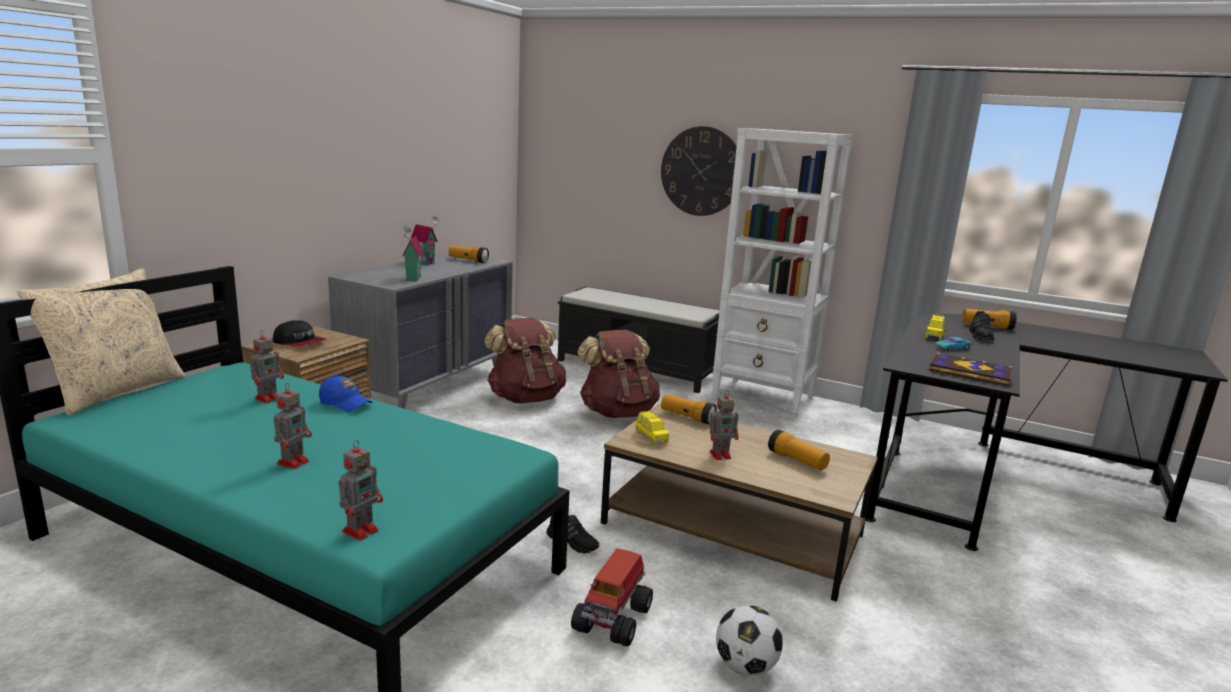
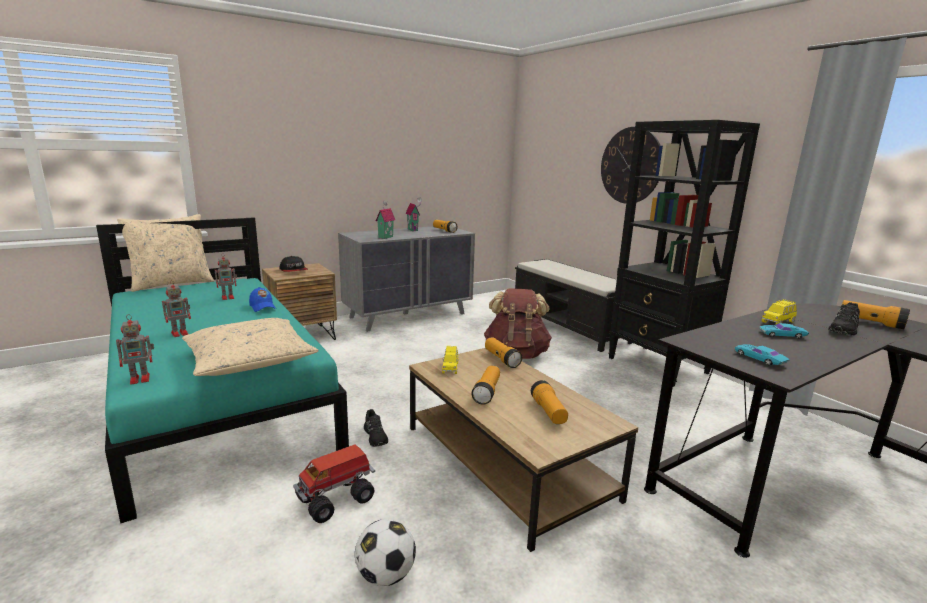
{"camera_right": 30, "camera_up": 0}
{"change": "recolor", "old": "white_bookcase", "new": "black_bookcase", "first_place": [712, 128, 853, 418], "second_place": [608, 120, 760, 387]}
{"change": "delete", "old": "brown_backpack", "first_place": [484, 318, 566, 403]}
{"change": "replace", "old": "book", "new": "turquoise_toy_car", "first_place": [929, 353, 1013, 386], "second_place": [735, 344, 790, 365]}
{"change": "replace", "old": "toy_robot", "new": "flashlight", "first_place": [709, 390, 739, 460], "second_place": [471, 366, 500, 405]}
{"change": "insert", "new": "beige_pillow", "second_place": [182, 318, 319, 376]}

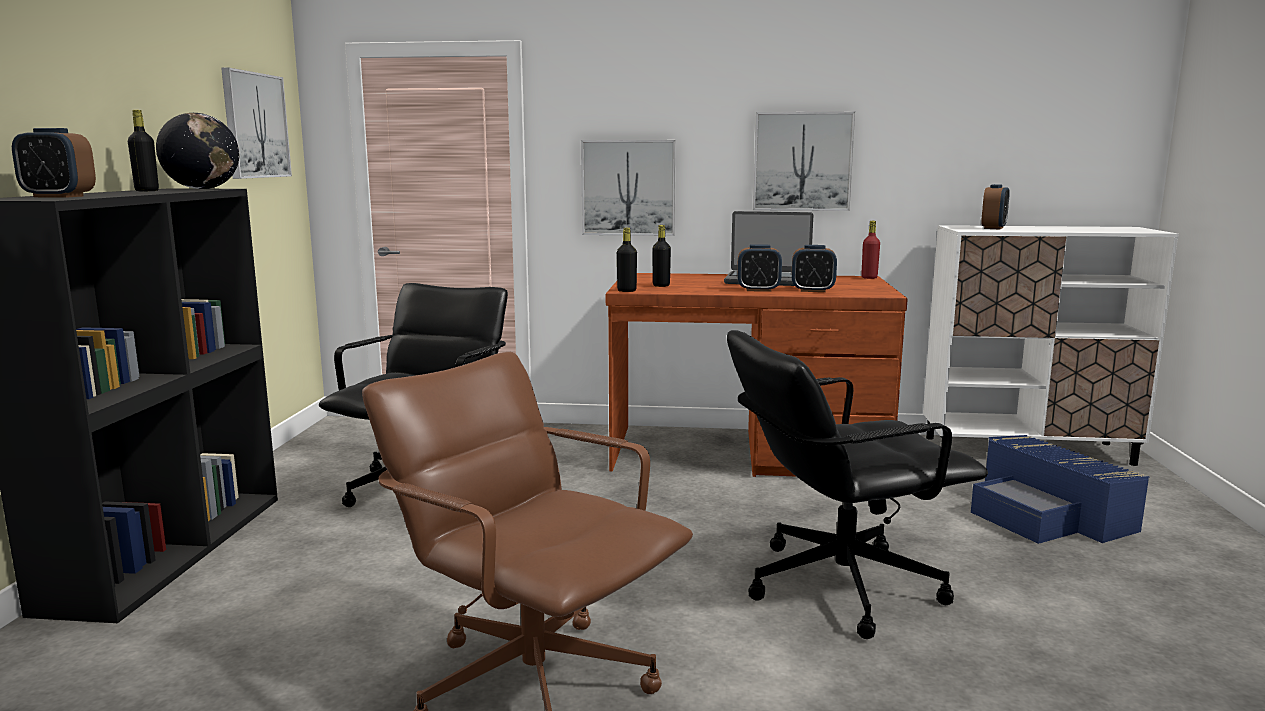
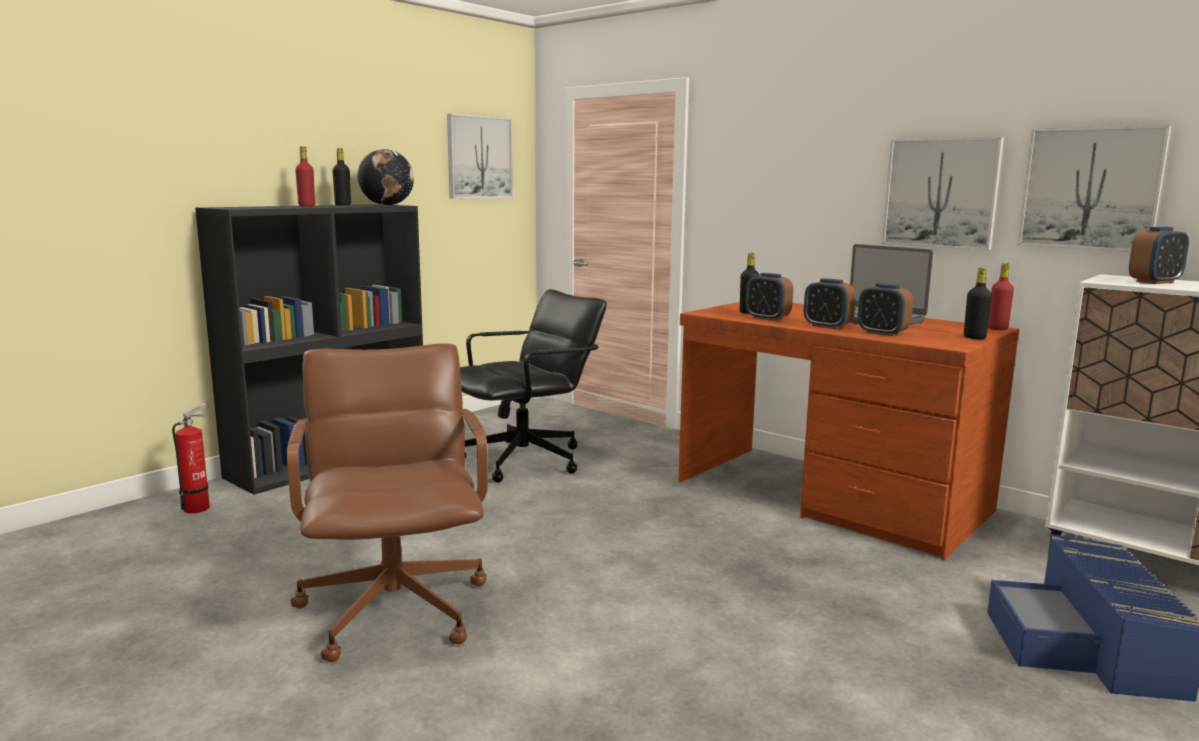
{"camera_right": 35, "camera_up": 0}
{"change": "move", "old": "alarm_clock", "first_place": [12, 128, 96, 198], "second_place": [745, 273, 793, 321]}
{"change": "move", "old": "picture", "first_place": [581, 140, 676, 236], "second_place": [1018, 125, 1171, 252]}
{"change": "move", "old": "black_bottle", "first_place": [617, 228, 637, 292], "second_place": [964, 268, 992, 339]}
{"change": "delete", "old": "black_office_chair", "first_place": [727, 330, 988, 639]}
{"change": "insert", "new": "red_bottle", "second_place": [295, 146, 315, 207]}
{"change": "insert", "new": "fire_extinguisher", "second_place": [172, 403, 210, 513]}

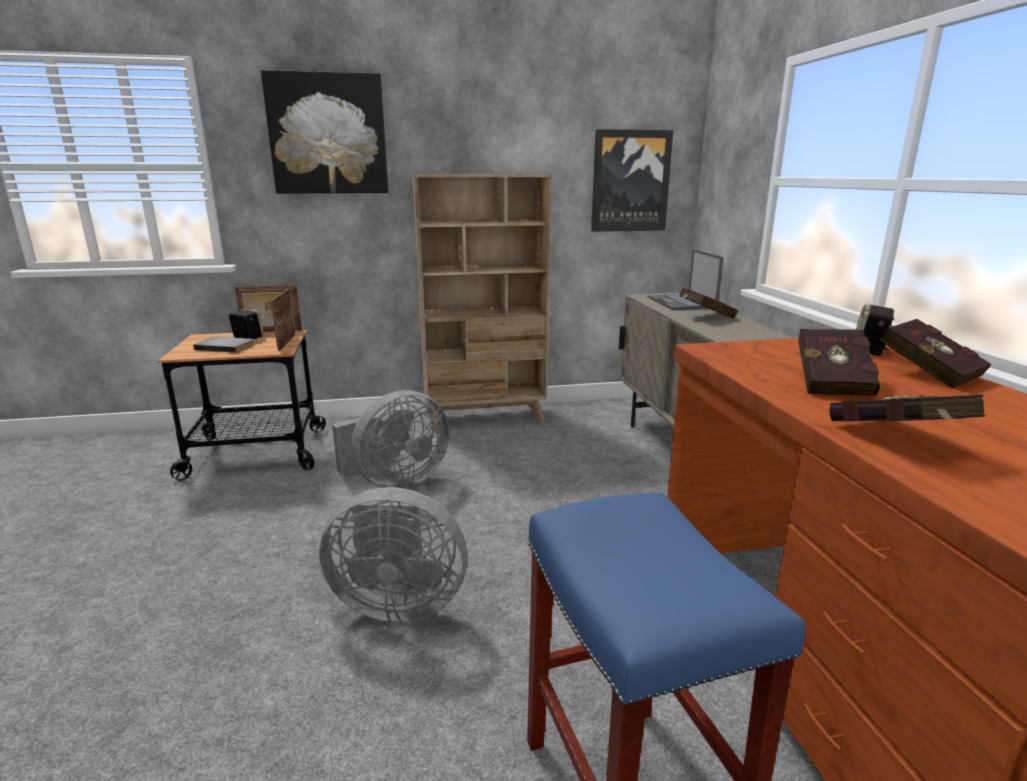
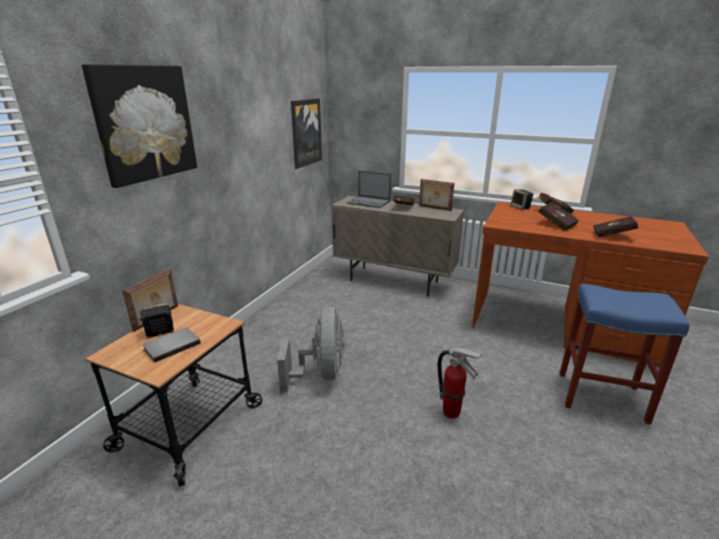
{"camera_right": -55, "camera_up": 5}
{"change": "delete", "old": "beige_bookcase", "first_place": [413, 174, 552, 430]}
{"change": "move", "old": "picture_frame", "first_place": [271, 288, 295, 351], "second_place": [419, 179, 454, 211]}
{"change": "replace", "old": "grey_fan", "new": "fire_extinguisher", "first_place": [319, 487, 467, 622], "second_place": [437, 348, 482, 419]}

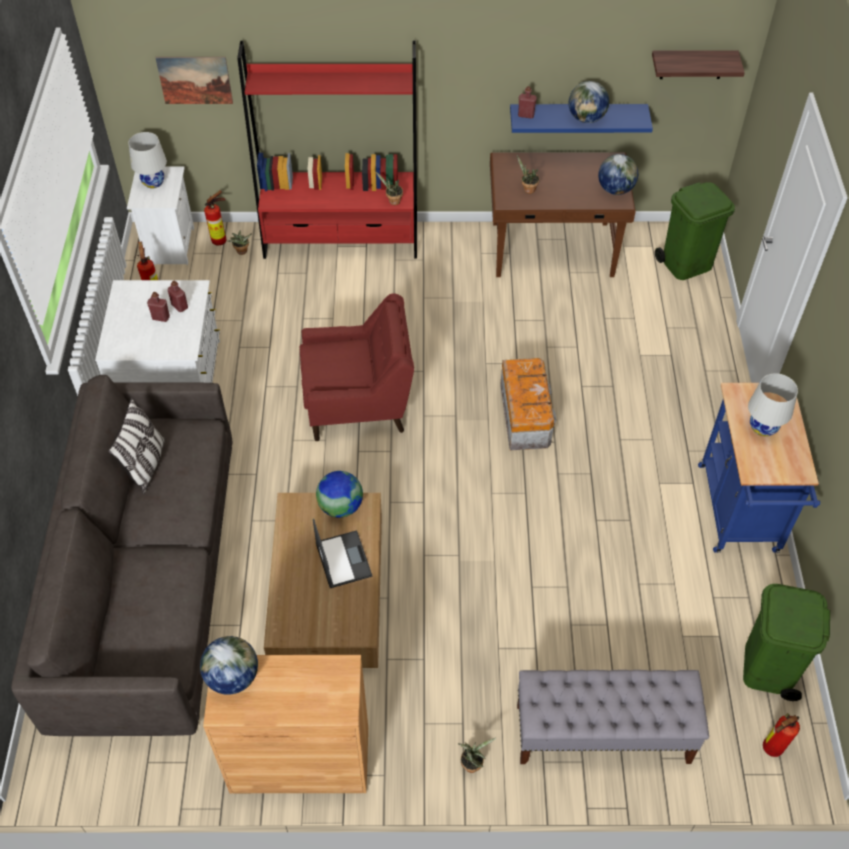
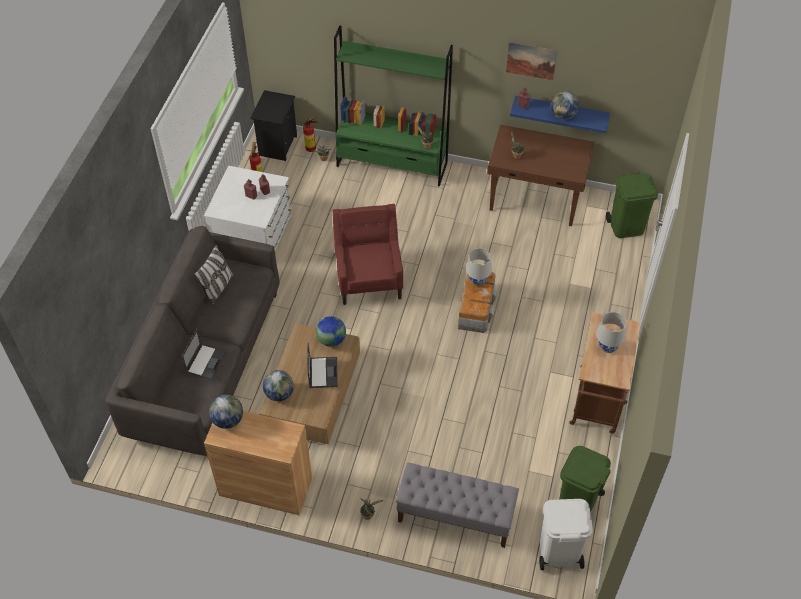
{"camera_right": 15, "camera_up": 0}
{"change": "recolor", "old": "red_bookcase", "new": "green_bookcase", "first_place": [237, 40, 417, 259], "second_place": [334, 26, 453, 187]}
{"change": "delete", "old": "shelf", "first_place": [652, 51, 745, 79]}
{"change": "move", "old": "picture", "first_place": [155, 57, 233, 104], "second_place": [506, 42, 557, 80]}
{"change": "move", "old": "white_table_lamp", "first_place": [128, 132, 167, 188], "second_place": [466, 248, 492, 286]}
{"change": "move", "old": "globe", "first_place": [598, 154, 638, 195], "second_place": [263, 370, 294, 401]}
{"change": "recolor", "old": "white_nightstand", "new": "black_nightstand", "first_place": [127, 166, 194, 265], "second_place": [251, 90, 297, 162]}
{"change": "rotate", "old": "red_armchair", "first_place": [300, 293, 414, 441], "second_place": [333, 204, 403, 305], "degrees": -105}
{"change": "recolor", "old": "blue_cart", "new": "brown_cart", "first_place": [698, 383, 820, 553], "second_place": [569, 312, 641, 434]}
{"change": "replace", "old": "fire_extinguisher", "new": "white_trash_can", "first_place": [763, 713, 800, 757], "second_place": [539, 499, 593, 570]}
{"change": "insert", "new": "laptop", "second_place": [181, 328, 227, 380]}

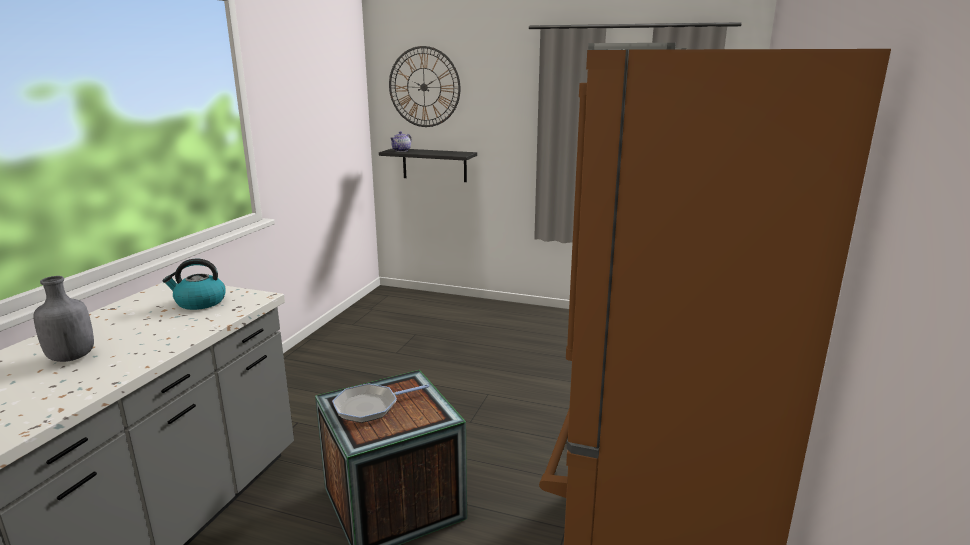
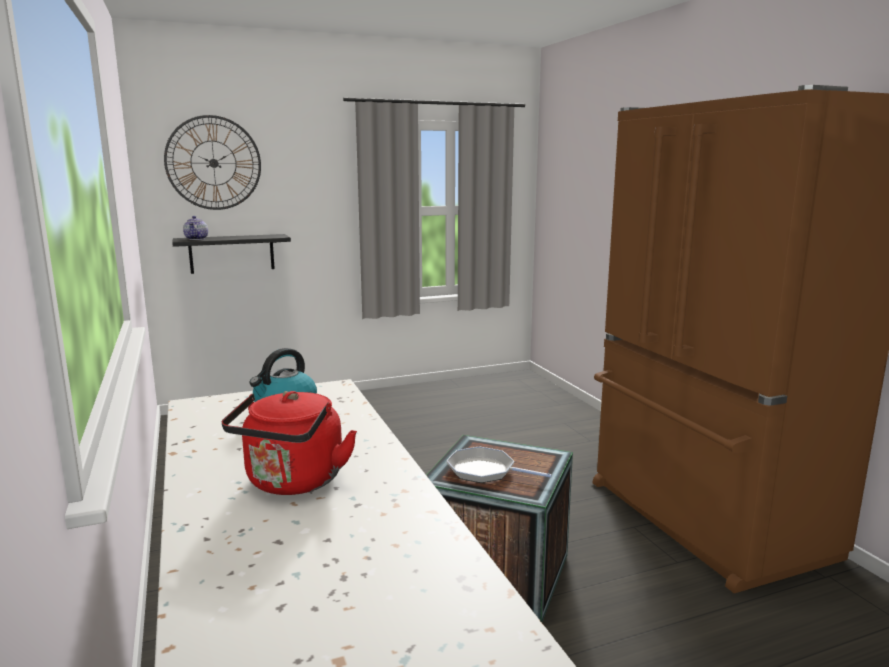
{"camera_right": -40, "camera_up": -5}
{"change": "replace", "old": "grey_bottle", "new": "red_kettle", "first_place": [33, 276, 94, 362], "second_place": [222, 391, 357, 495]}
{"change": "rotate", "old": "frying_pan", "first_place": [332, 383, 429, 423], "second_place": [446, 446, 552, 483], "degrees": 90}

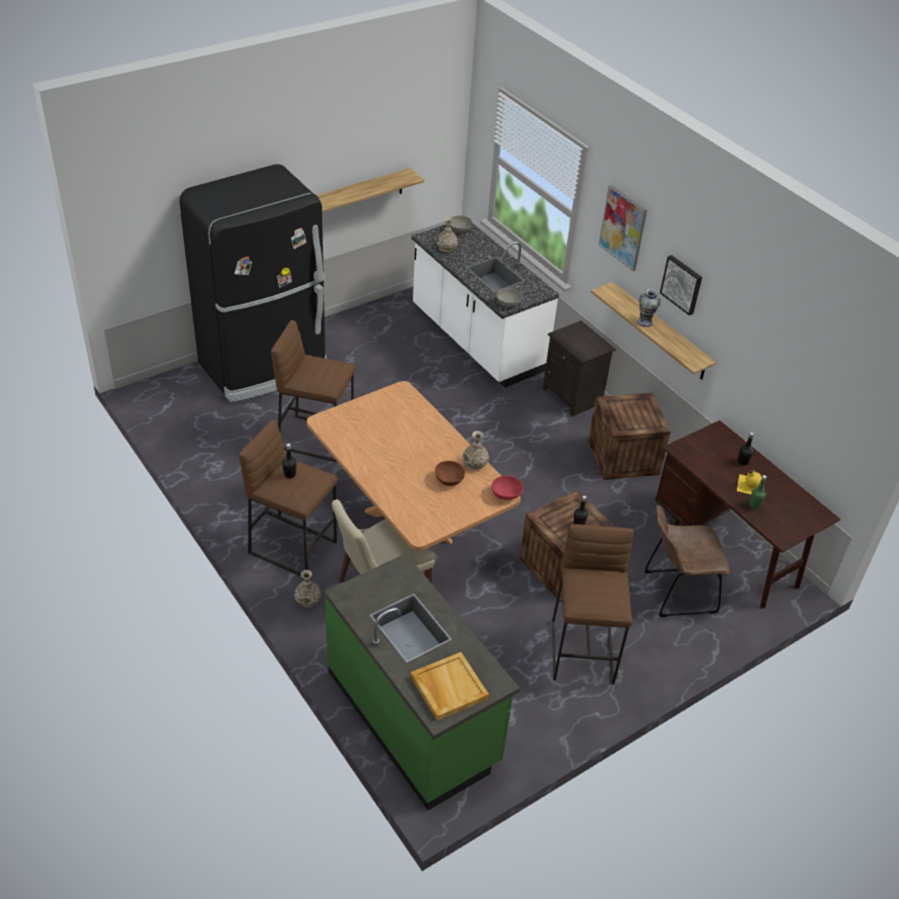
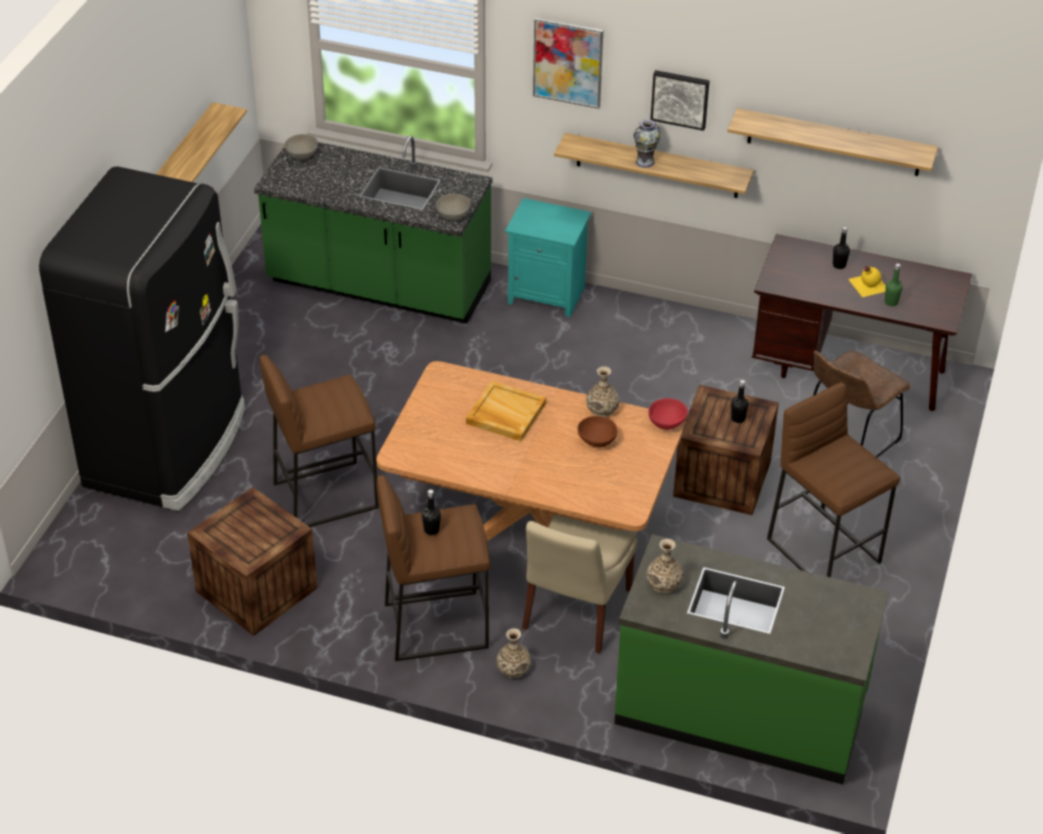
{"camera_right": -35, "camera_up": 0}
{"change": "move", "old": "vase", "first_place": [436, 218, 458, 252], "second_place": [646, 539, 684, 593]}
{"change": "recolor", "old": "white_counter", "new": "green_counter", "first_place": [411, 224, 559, 388], "second_place": [254, 136, 492, 324]}
{"change": "recolor", "old": "black_nightstand", "new": "turquoise_nightstand", "first_place": [543, 321, 616, 416], "second_place": [505, 198, 591, 317]}
{"change": "move", "old": "crate", "first_place": [588, 393, 671, 480], "second_place": [187, 487, 317, 636]}
{"change": "move", "old": "beige_tray", "first_place": [411, 652, 489, 721], "second_place": [466, 381, 546, 441]}
{"change": "insert", "new": "shelf", "second_place": [727, 108, 938, 176]}

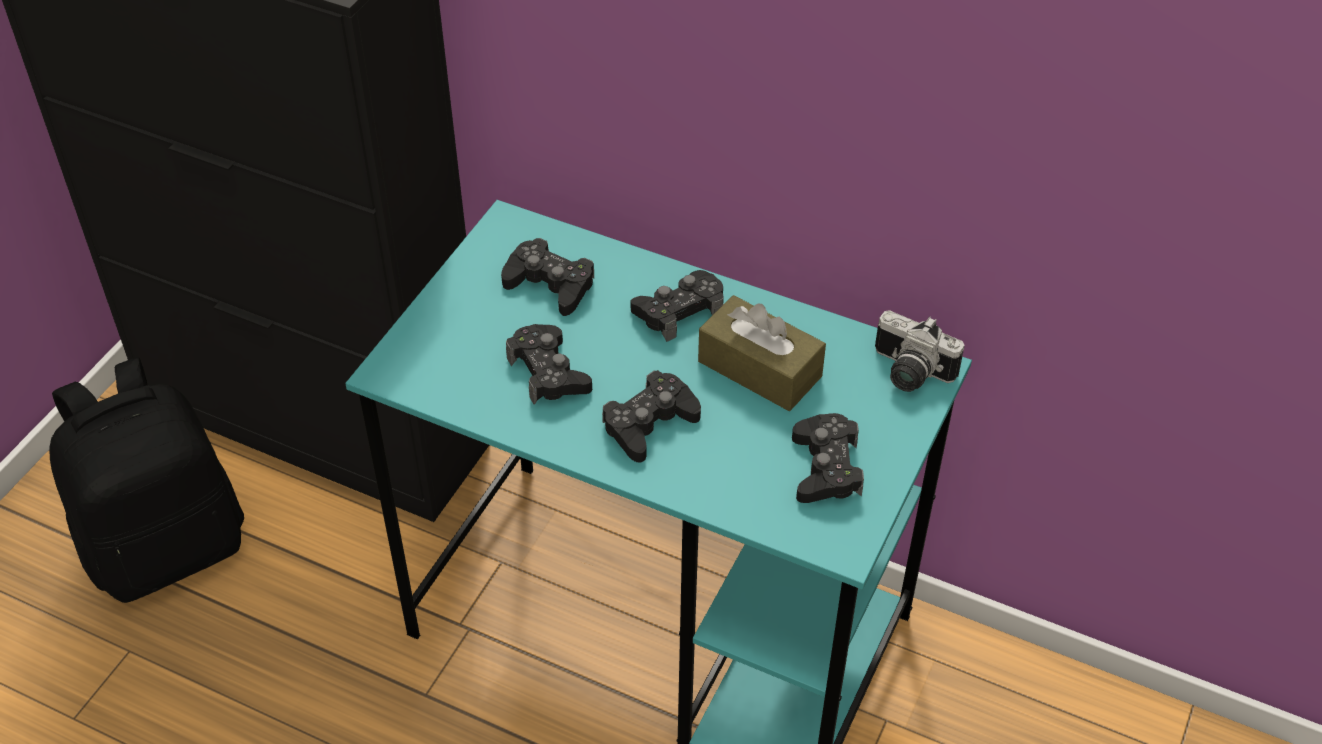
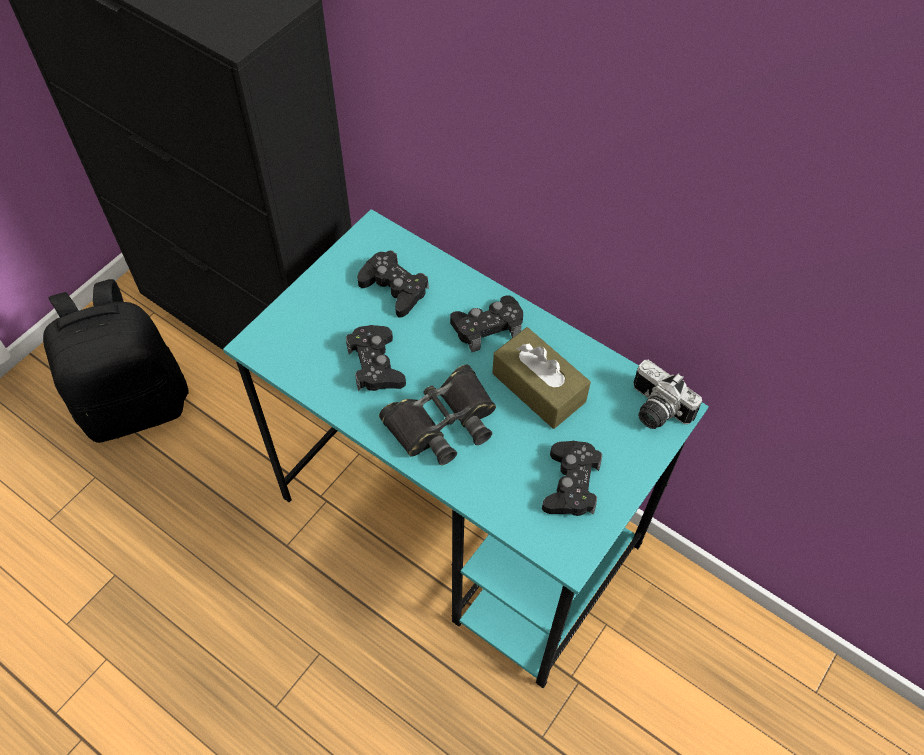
{"camera_right": 10, "camera_up": 10}
{"change": "replace", "old": "black_game_controller", "new": "black_binoculars", "first_place": [602, 370, 701, 463], "second_place": [379, 365, 496, 465]}

